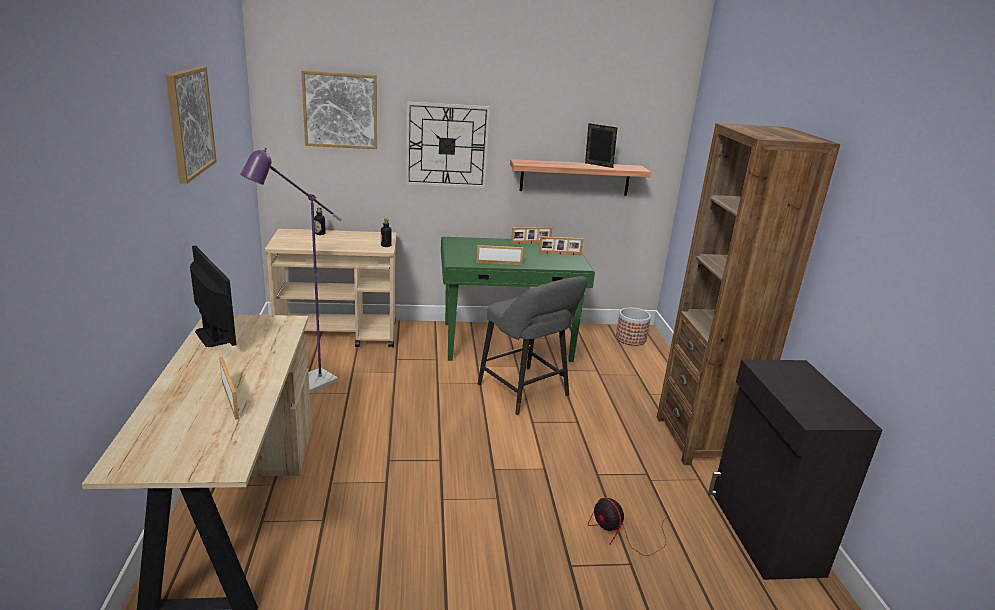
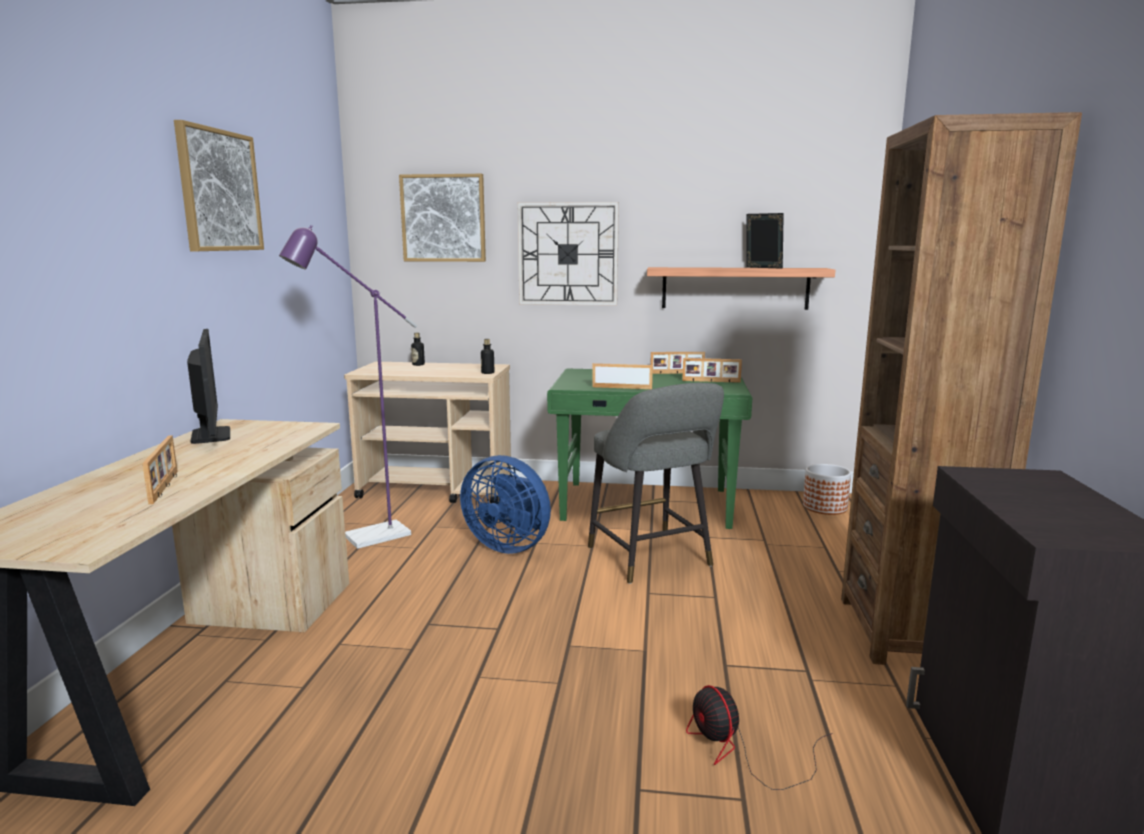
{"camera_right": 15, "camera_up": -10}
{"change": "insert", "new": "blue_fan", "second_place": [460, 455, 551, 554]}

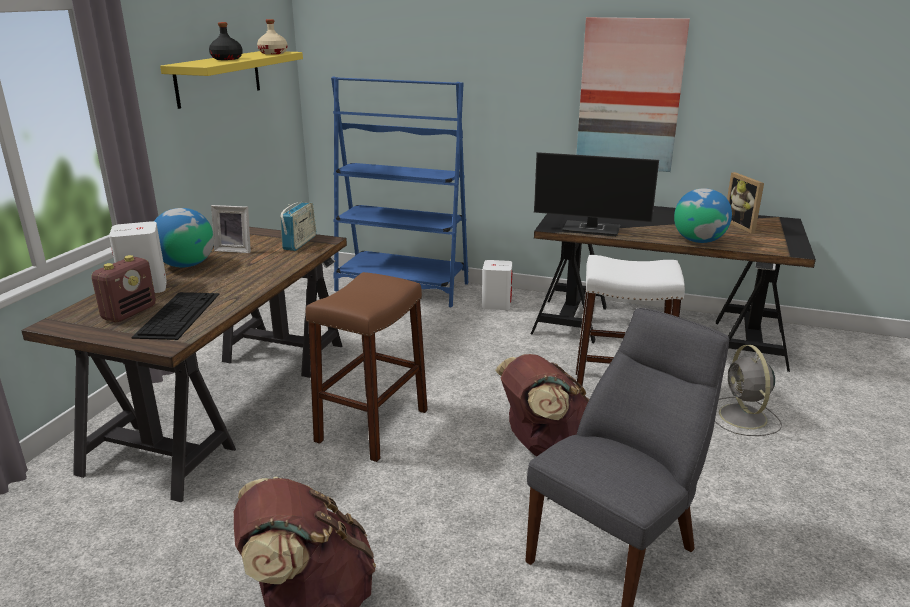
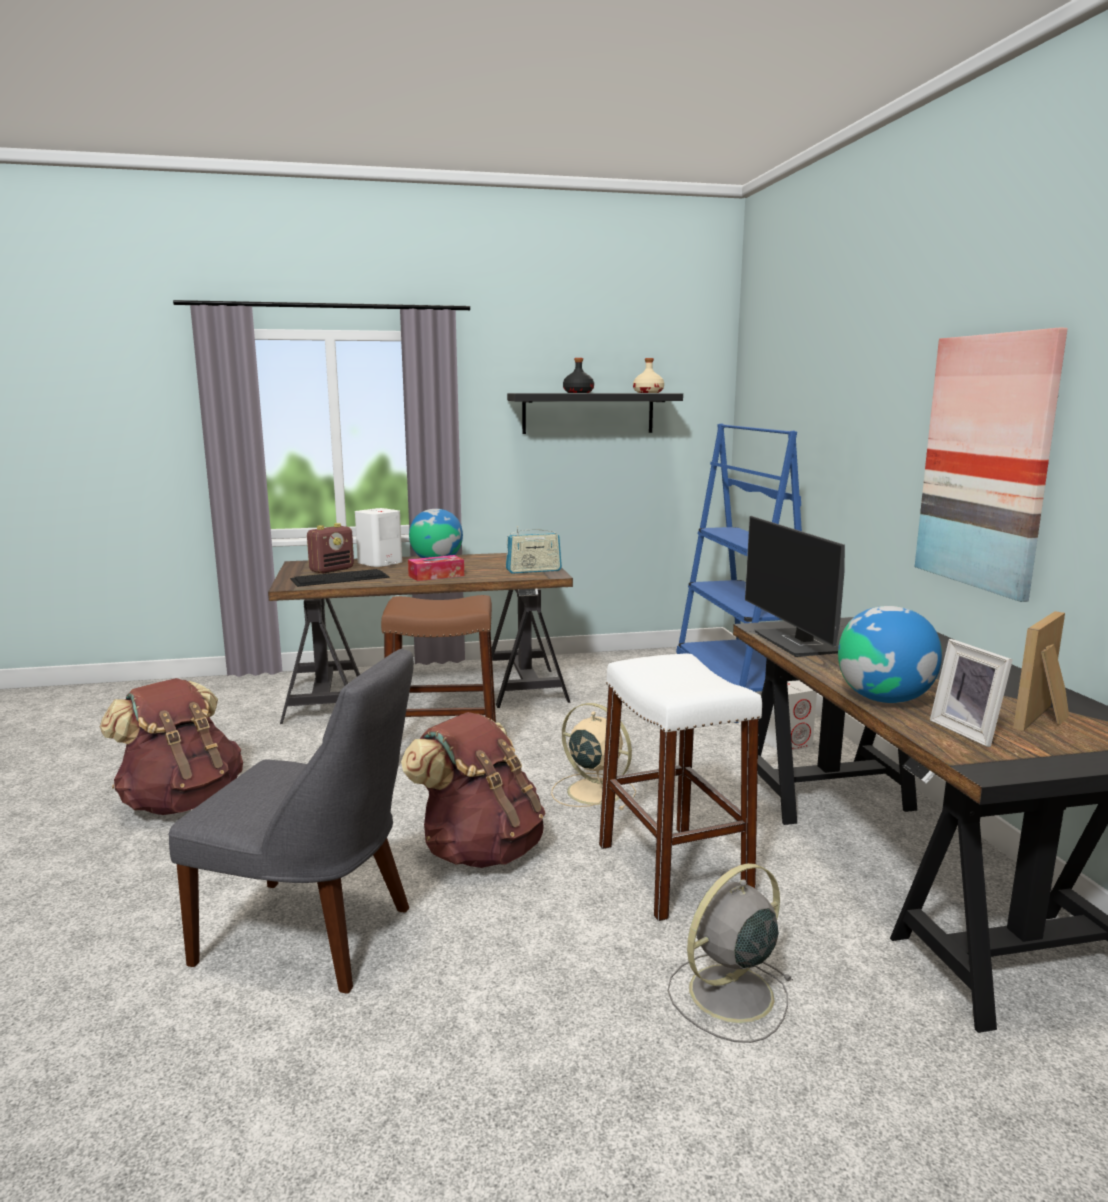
{"camera_right": 60, "camera_up": -10}
{"change": "recolor", "old": "yellow_shelf", "new": "black_shelf", "first_place": [160, 51, 303, 109], "second_place": [507, 393, 683, 434]}
{"change": "move", "old": "picture_frame", "first_place": [211, 205, 251, 253], "second_place": [930, 639, 1013, 747]}
{"change": "rotate", "old": "radio", "first_place": [91, 255, 156, 322], "second_place": [307, 523, 354, 574], "degrees": -45}
{"change": "insert", "new": "tissue_box", "second_place": [408, 555, 464, 581]}
{"change": "insert", "new": "beige_fan", "second_place": [551, 703, 636, 810]}

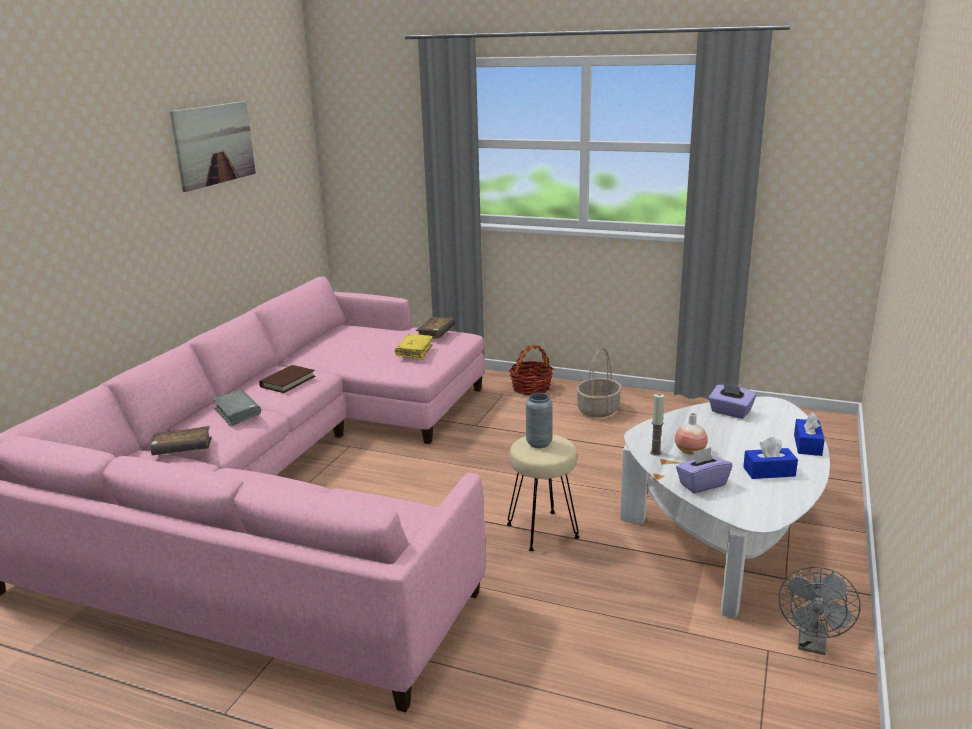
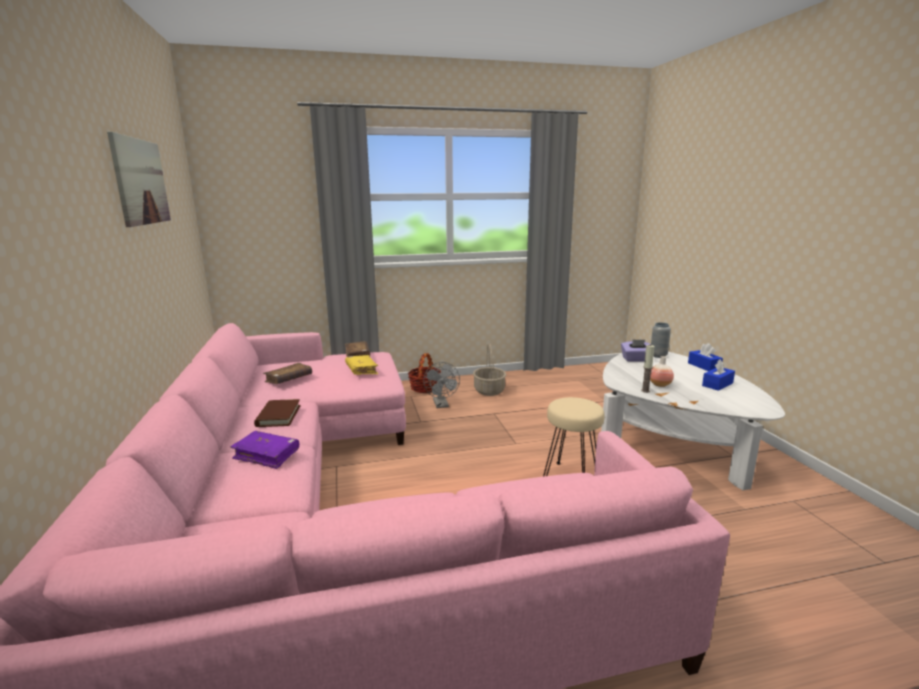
{"camera_right": -35, "camera_up": -5}
{"change": "recolor", "old": "grey_book", "new": "purple_book", "first_place": [212, 390, 261, 427], "second_place": [230, 431, 299, 469]}
{"change": "move", "old": "grey_vase", "first_place": [526, 393, 553, 448], "second_place": [651, 322, 671, 358]}
{"change": "move", "old": "brown_book", "first_place": [149, 426, 212, 456], "second_place": [263, 363, 312, 384]}
{"change": "delete", "old": "purple_tissue_box", "first_place": [676, 447, 733, 493]}
{"change": "move", "old": "grey_fan", "first_place": [779, 567, 861, 655], "second_place": [423, 362, 460, 408]}

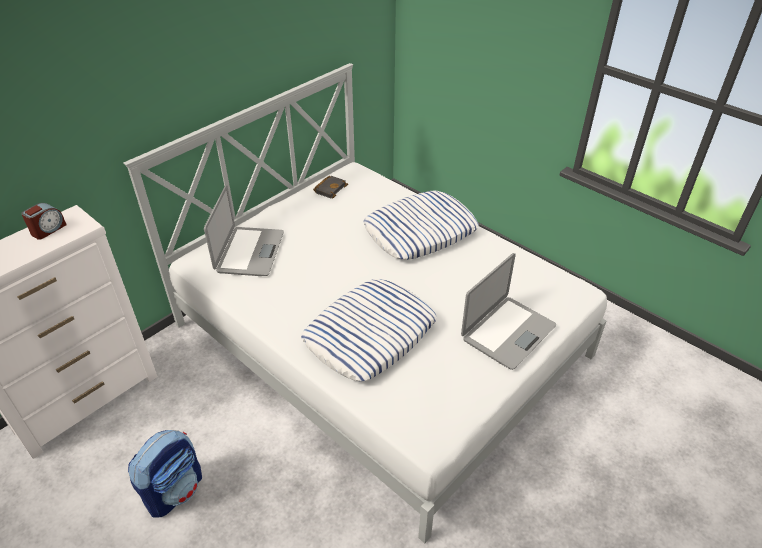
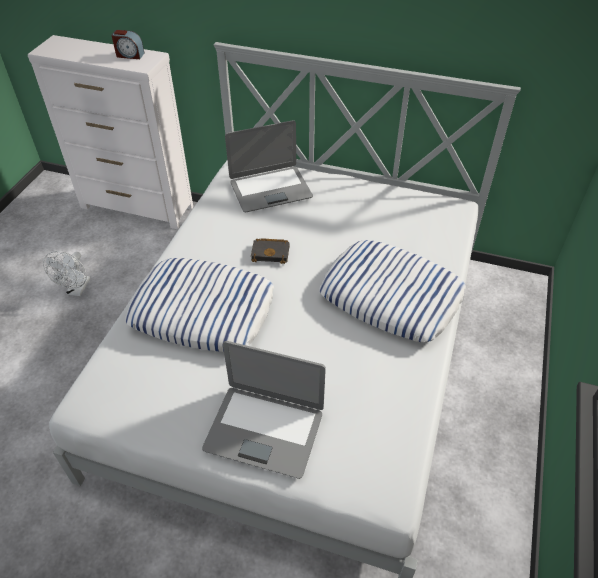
{"camera_right": 65, "camera_up": 5}
{"change": "move", "old": "black_book", "first_place": [313, 176, 348, 198], "second_place": [251, 238, 289, 264]}
{"change": "replace", "old": "backpack", "new": "white_fan", "first_place": [128, 430, 202, 518], "second_place": [43, 251, 90, 296]}

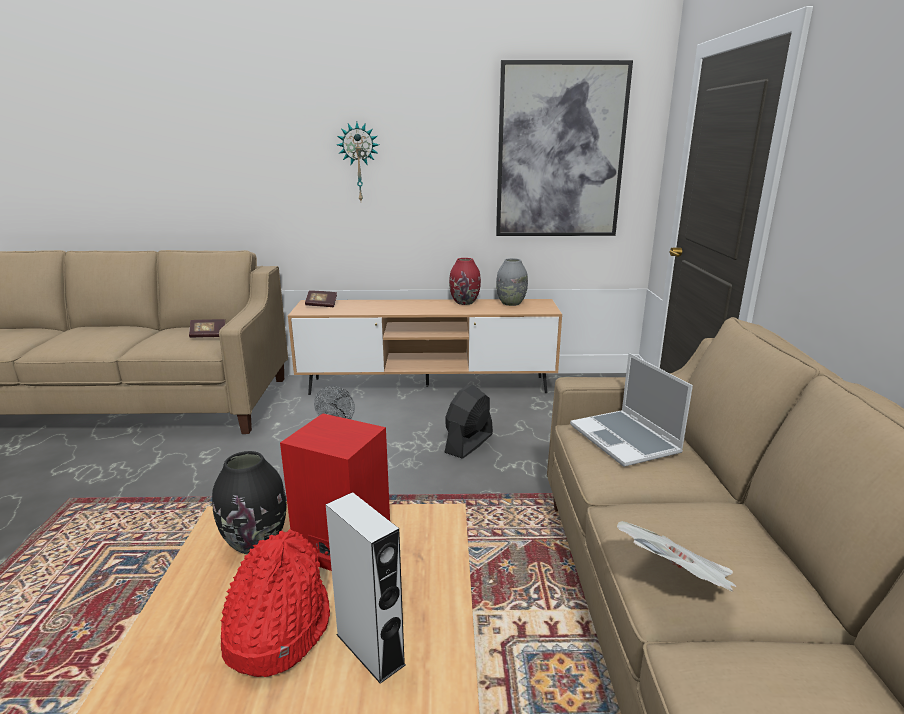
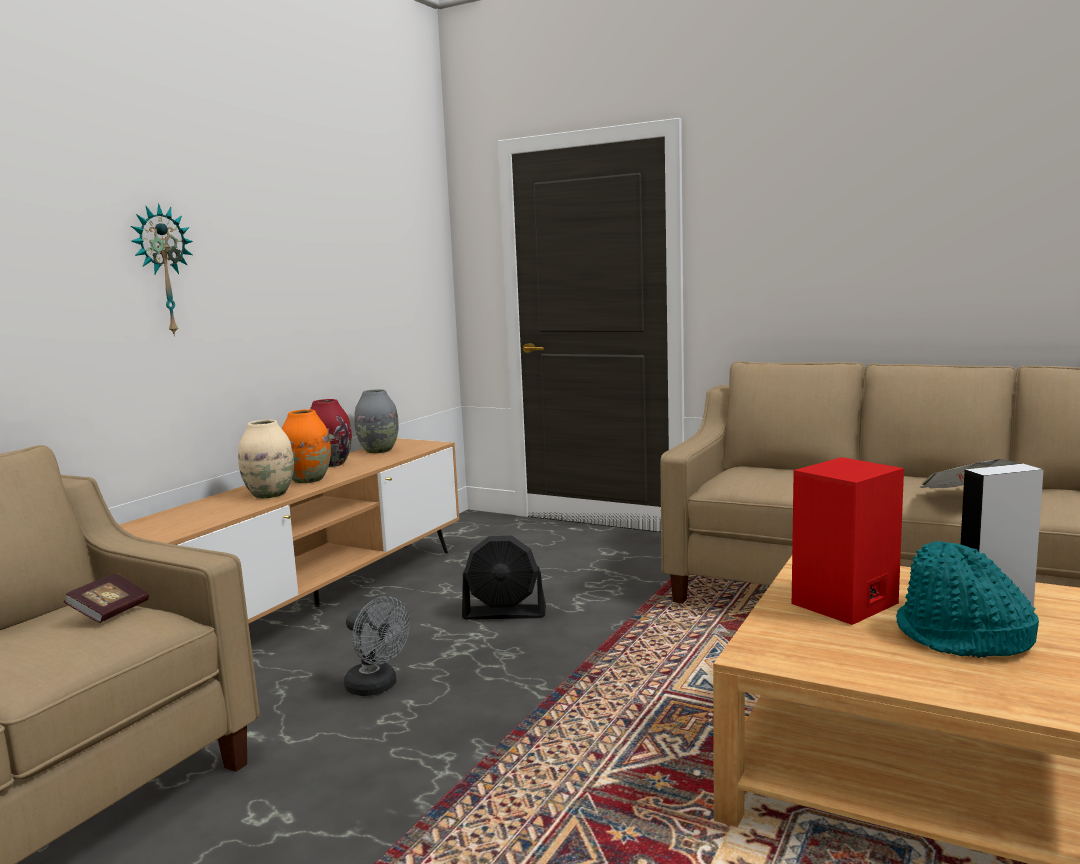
{"camera_right": -60, "camera_up": -10}
{"change": "delete", "old": "picture", "first_place": [496, 60, 633, 236]}
{"change": "delete", "old": "book", "first_place": [305, 290, 337, 307]}
{"change": "delete", "old": "laptop", "first_place": [570, 353, 693, 467]}
{"change": "rotate", "old": "black_fan", "first_place": [445, 385, 493, 459], "second_place": [462, 536, 546, 620], "degrees": -60}
{"change": "delete", "old": "black_vase", "first_place": [212, 451, 287, 554]}
{"change": "recolor", "old": "red_hat", "new": "turquoise_hat", "first_place": [221, 529, 330, 677], "second_place": [896, 541, 1039, 658]}
{"change": "insert", "new": "orange_vase", "second_place": [281, 409, 331, 483]}
{"change": "insert", "new": "beige_vase", "second_place": [238, 420, 294, 498]}

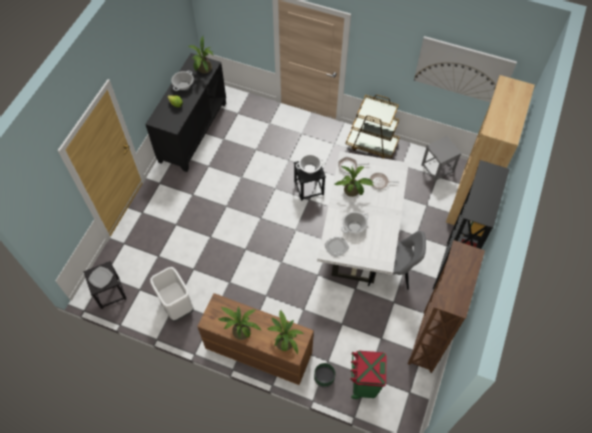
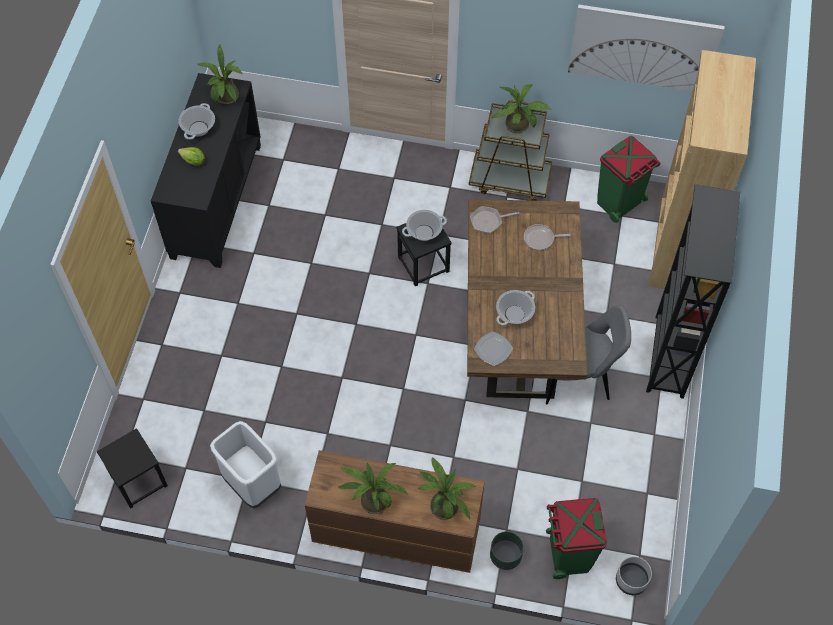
{"camera_right": -10, "camera_up": 0}
{"change": "replace", "old": "grey_stool", "new": "green_trash_can", "first_place": [421, 136, 462, 182], "second_place": [597, 136, 660, 223]}
{"change": "recolor", "old": "white_dining_table", "new": "brown_dining_table", "first_place": [317, 151, 409, 283], "second_place": [467, 199, 587, 399]}
{"change": "move", "old": "potted_plant", "first_place": [334, 166, 374, 197], "second_place": [492, 84, 551, 133]}
{"change": "delete", "old": "brown_bookcase", "first_place": [408, 240, 485, 373]}
{"change": "delete", "old": "plate", "first_place": [88, 266, 113, 288]}
{"change": "insert", "new": "grey_planter", "second_place": [616, 556, 652, 595]}

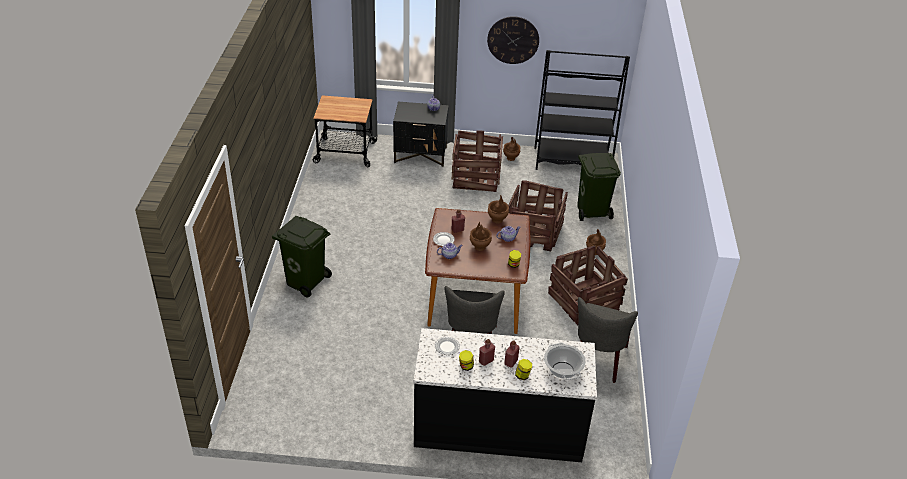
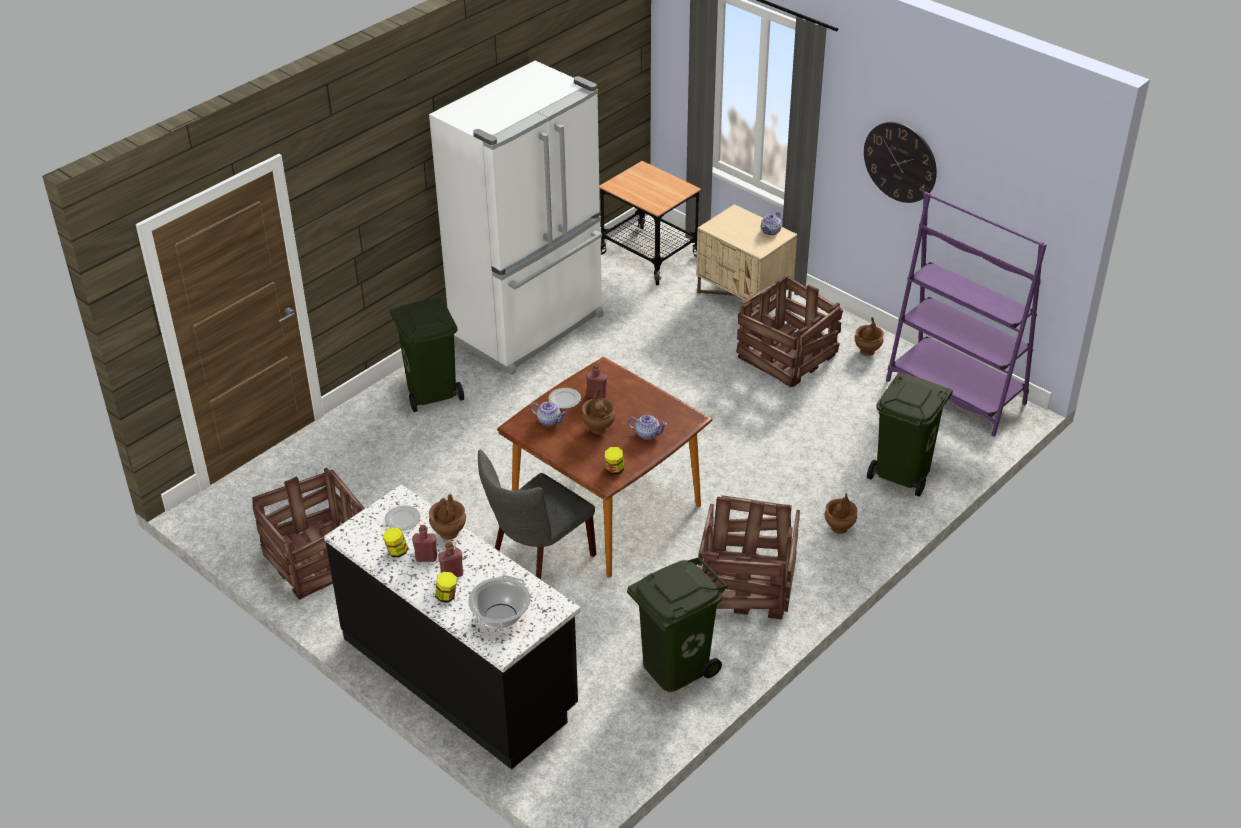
{"camera_right": 40, "camera_up": 0}
{"change": "recolor", "old": "black_bookcase", "new": "purple_bookcase", "first_place": [534, 50, 630, 170], "second_place": [886, 192, 1047, 437]}
{"change": "recolor", "old": "black_nightstand", "new": "beige_nightstand", "first_place": [393, 102, 449, 167], "second_place": [696, 204, 798, 313]}
{"change": "move", "old": "crate", "first_place": [508, 180, 568, 252], "second_place": [252, 468, 365, 600]}
{"change": "move", "old": "brown_vase", "first_place": [488, 195, 509, 223], "second_place": [429, 494, 466, 540]}
{"change": "replace", "old": "grey_chair", "new": "green_trash_can", "first_place": [578, 297, 638, 383], "second_place": [627, 557, 728, 692]}
{"change": "insert", "new": "white_fridge", "second_place": [429, 61, 603, 375]}

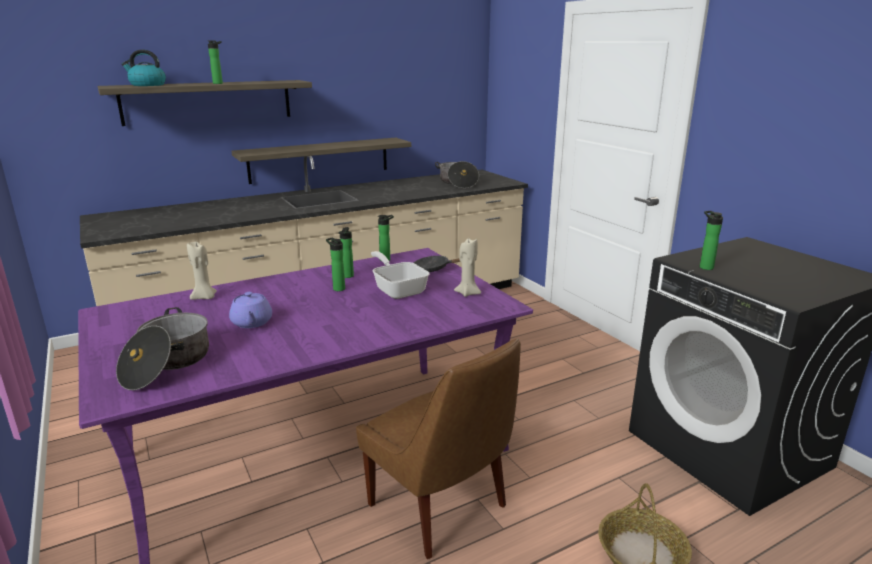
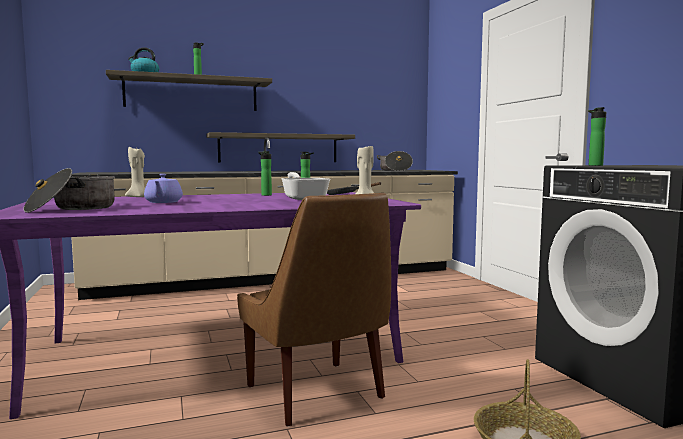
{"camera_right": 10, "camera_up": -15}
{"change": "delete", "old": "bottle", "first_place": [326, 238, 345, 291]}

